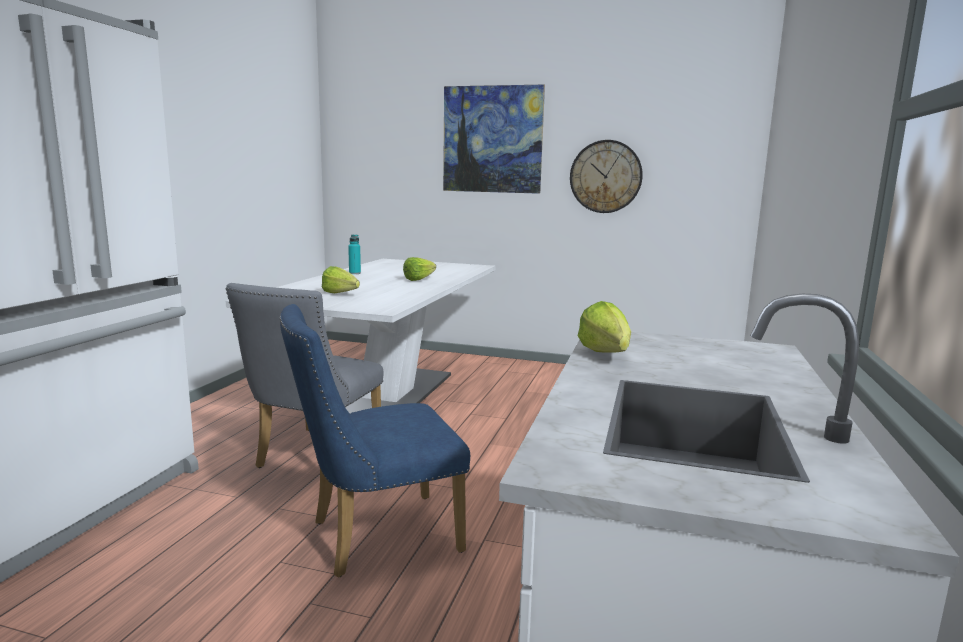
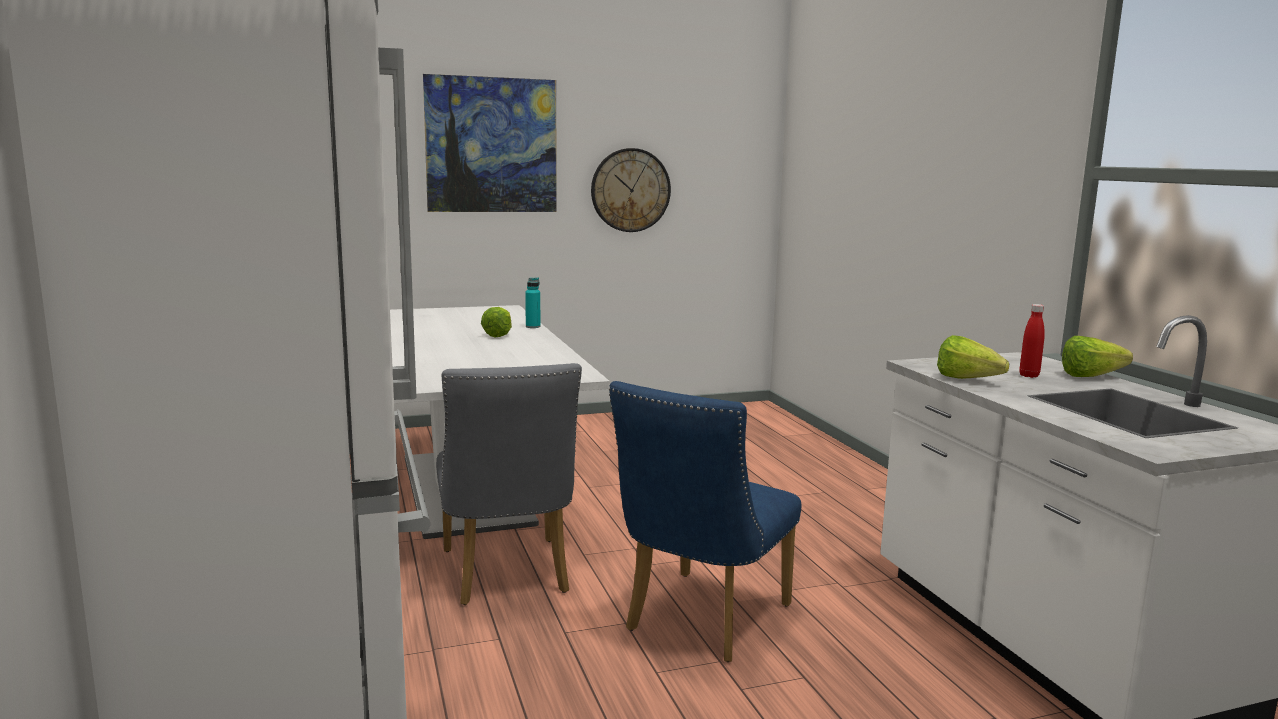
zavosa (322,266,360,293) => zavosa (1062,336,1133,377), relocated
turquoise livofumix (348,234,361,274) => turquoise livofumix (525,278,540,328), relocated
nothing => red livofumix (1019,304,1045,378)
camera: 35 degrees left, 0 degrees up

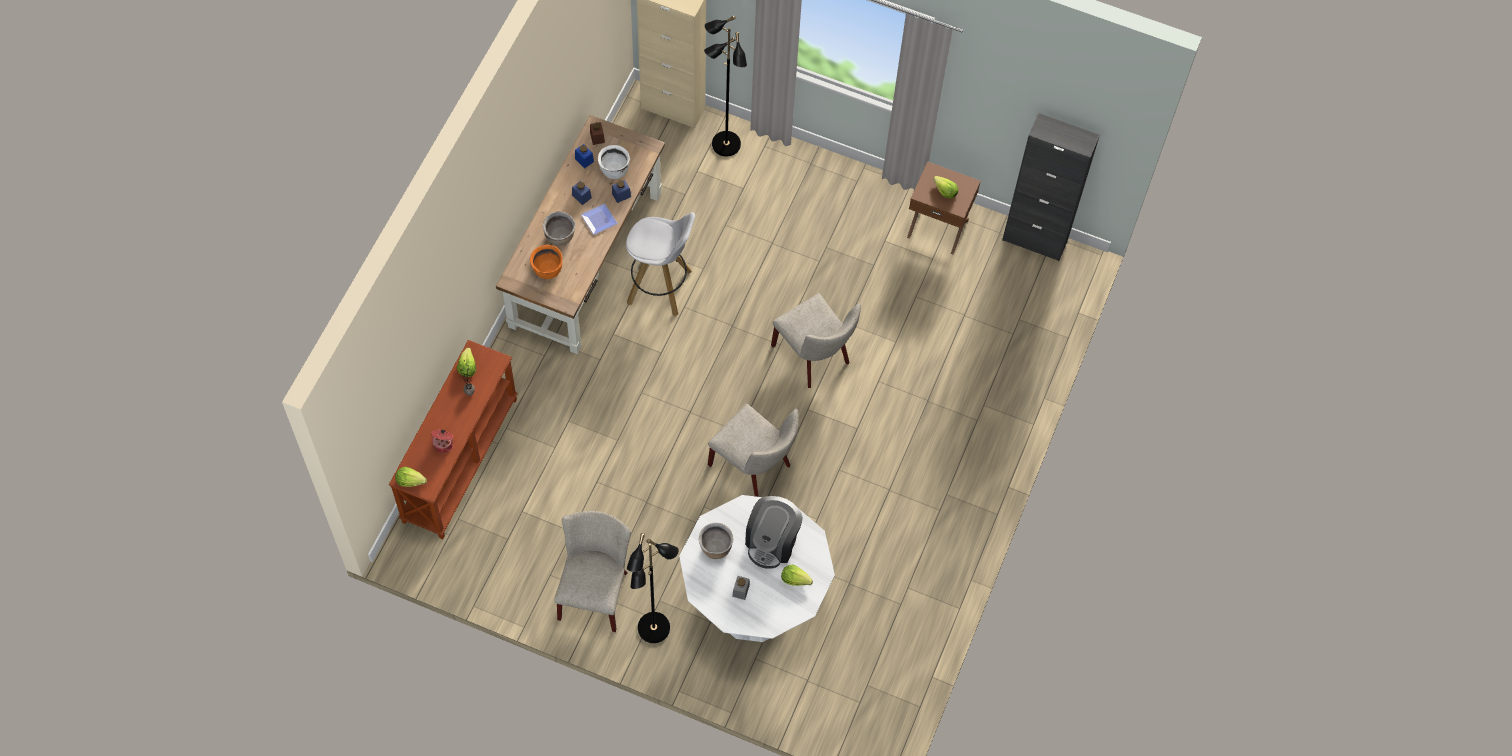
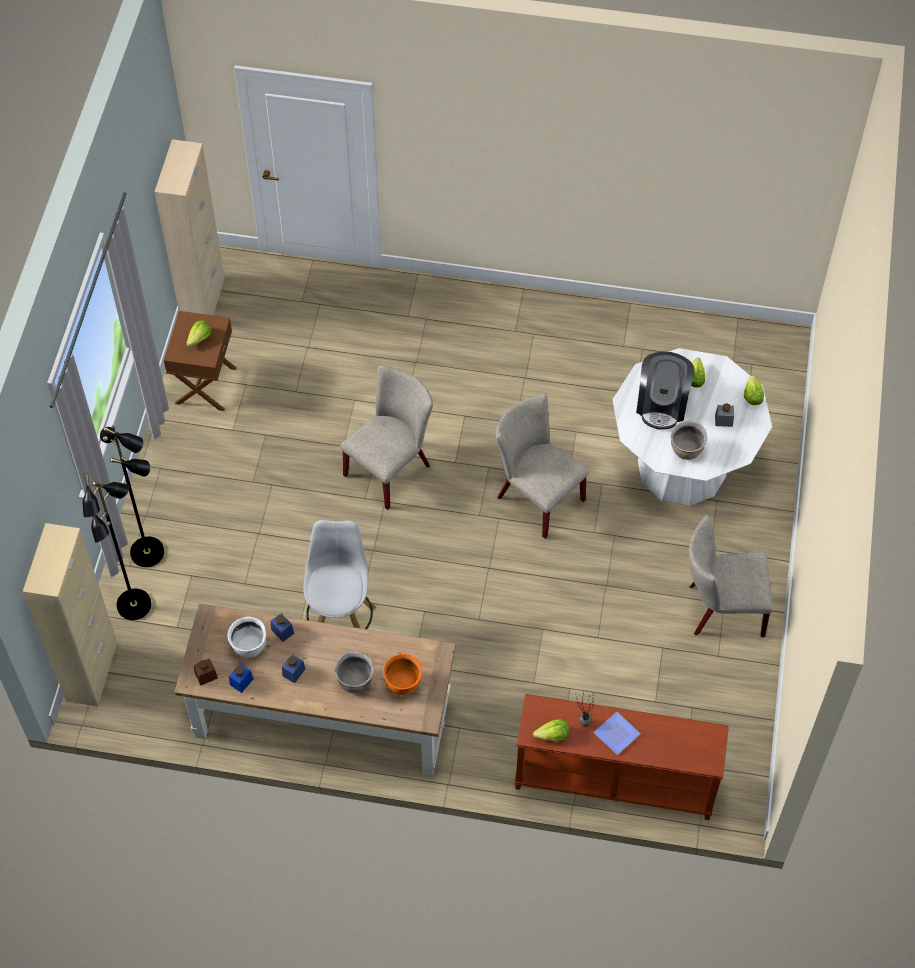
zavosa (395,467,427,487) => zavosa (744,375,764,405), relocated
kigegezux (431,429,454,453) => nothing
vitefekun (581,203,618,235) => vitefekun (594,712,641,755), relocated
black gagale (627,533,679,643) => black gagale (100,425,164,567), relocated
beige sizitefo (708,404,799,497) => beige sizitefo (496,393,589,539), 75 degrees counterclockwise
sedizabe (745,496,803,569) => sedizabe (636,352,694,430), 90 degrees clockwise
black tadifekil (1002,113,1100,261) => beige tadifekil (154,139,225,316)
camera: 100 degrees left, 5 degrees down

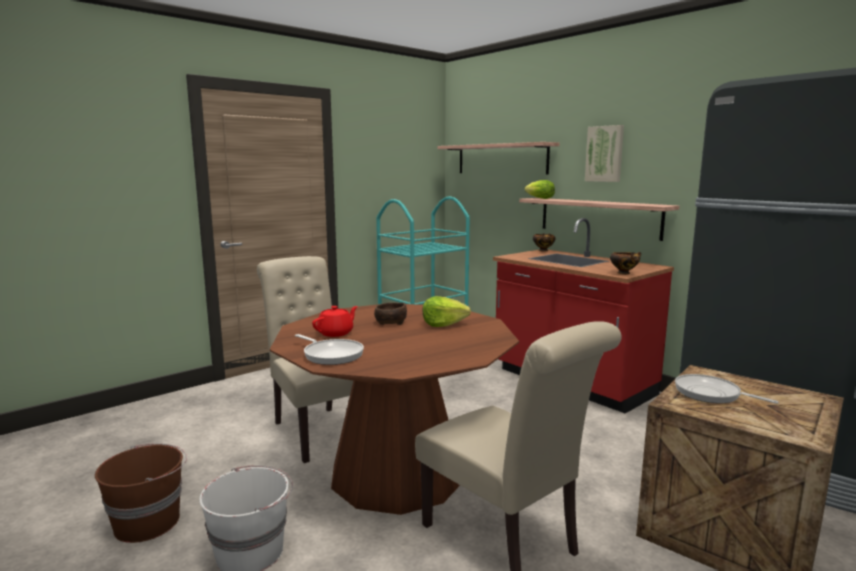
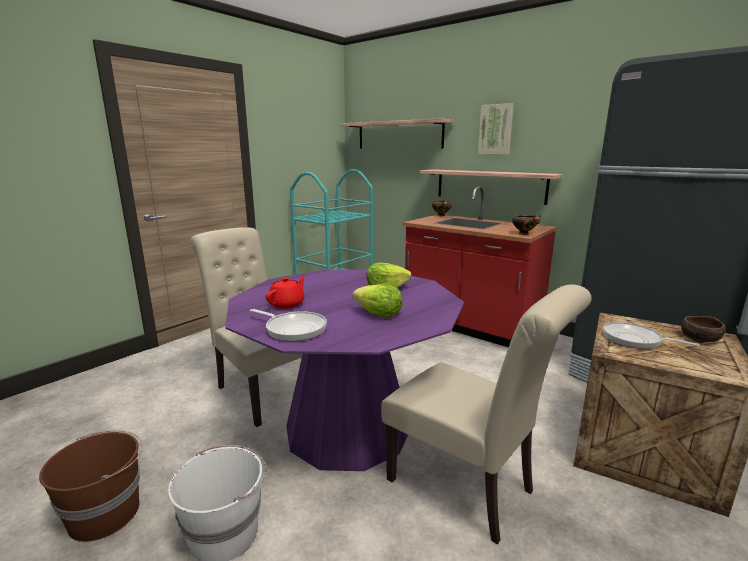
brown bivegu (270,304,519,515) => purple bivegu (225,269,464,471)
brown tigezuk (374,303,407,325) => brown tigezuk (681,316,726,343), relocated
zavosa (525,180,555,199) => zavosa (352,284,402,318), relocated
camera: 10 degrees left, 5 degrees up

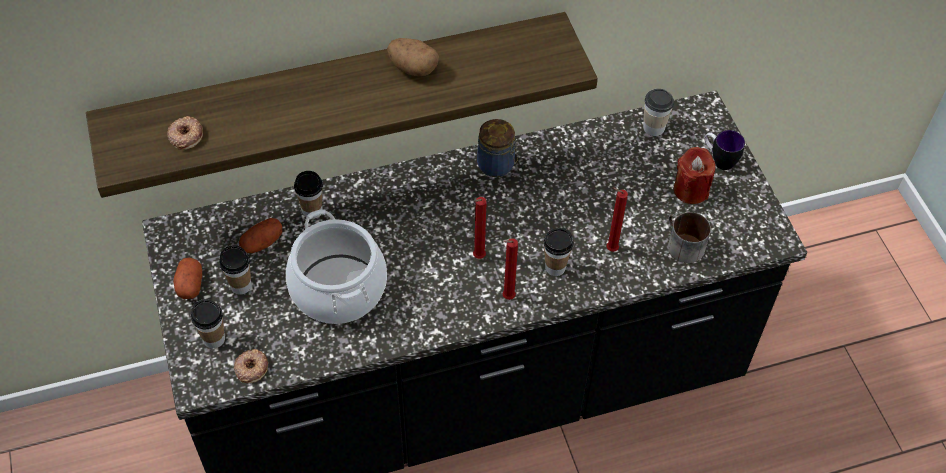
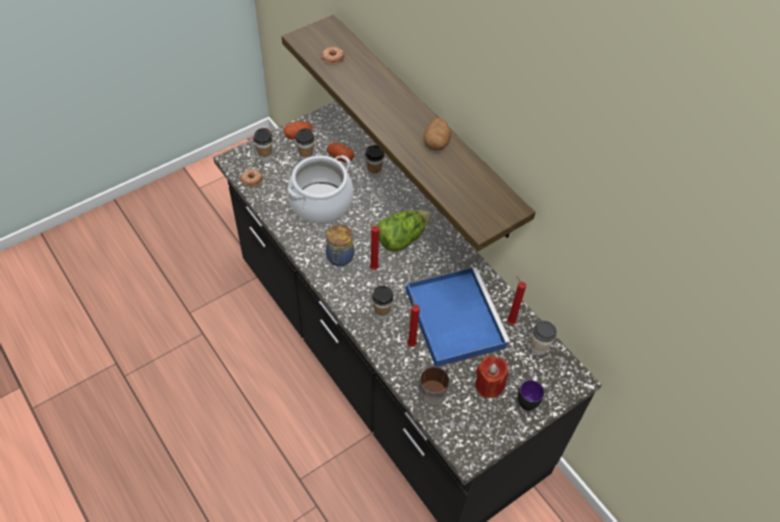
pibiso (477,119,518,177) => pibiso (326,224,354,266), relocated
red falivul (503,238,518,300) => red falivul (507,276,526,324), relocated
nothing => zavosa (377,210,431,251)
nothing => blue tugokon (406,267,511,367)
camera: 70 degrees right, 0 degrees up

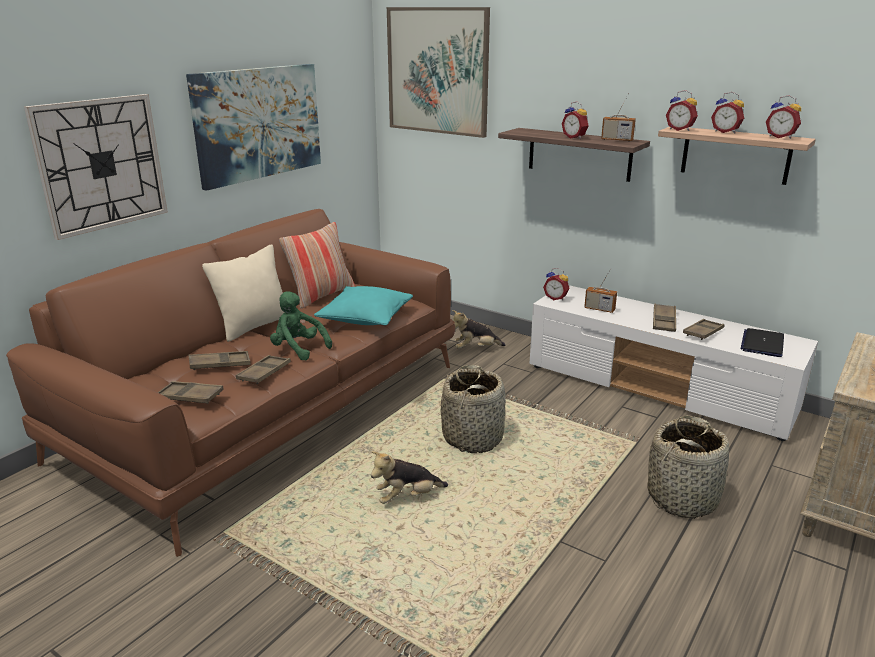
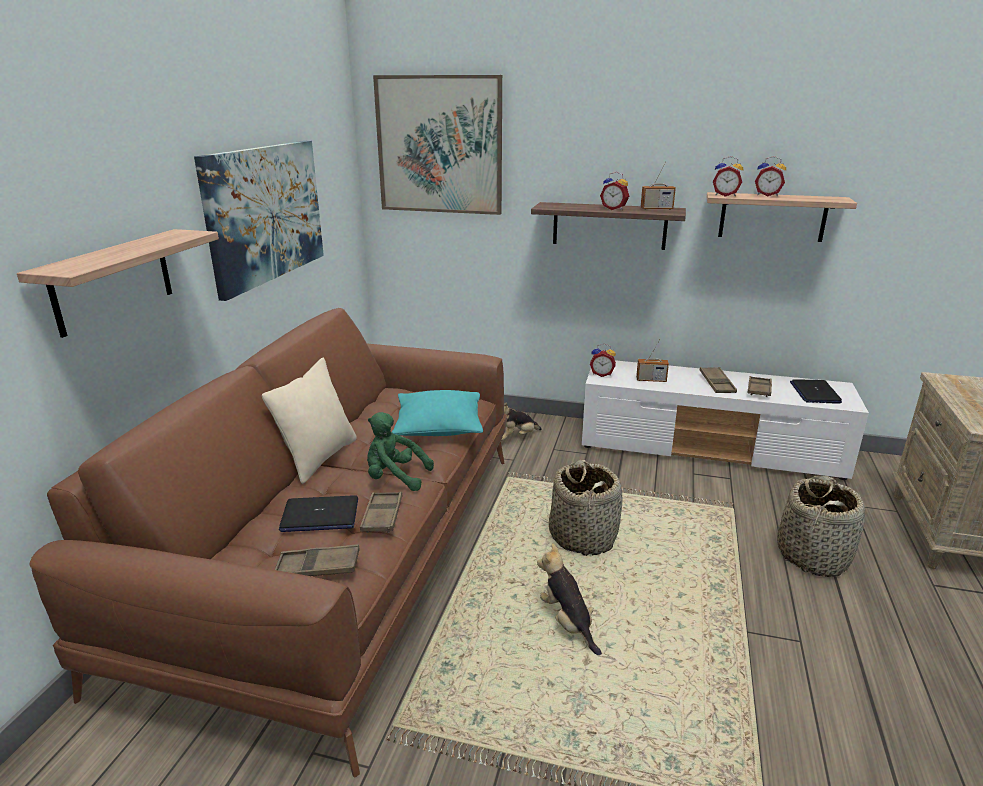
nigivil (24,94,168,240) => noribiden (17,229,219,338)
brown tugokon (189,351,251,370) => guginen (279,496,358,532)
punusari (279,222,355,309) => nothing
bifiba (371,451,448,504) => bifiba (537,543,602,655), 105 degrees clockwise
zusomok (766,95,801,139) => nothing
camera: 20 degrees left, 0 degrees up

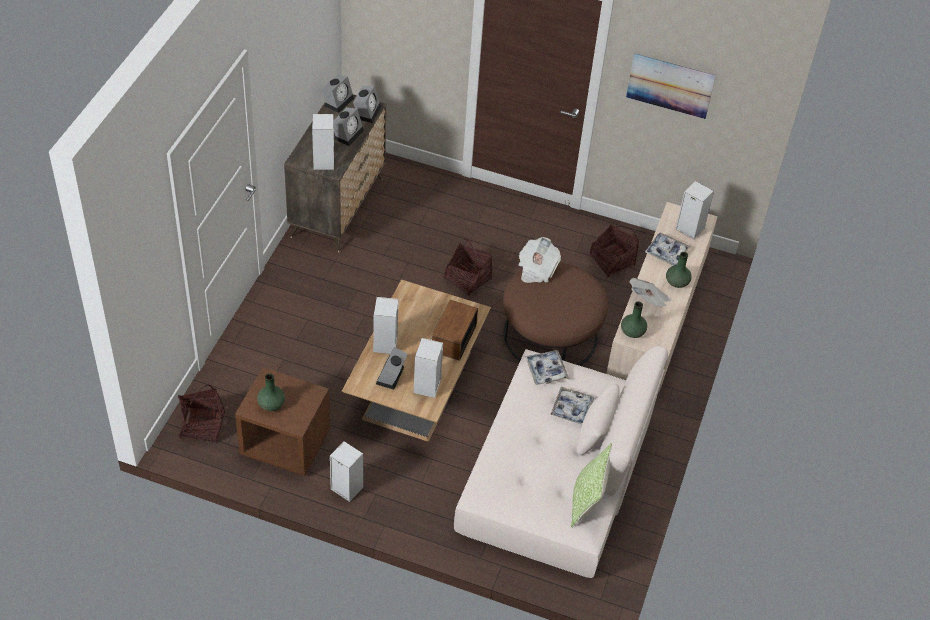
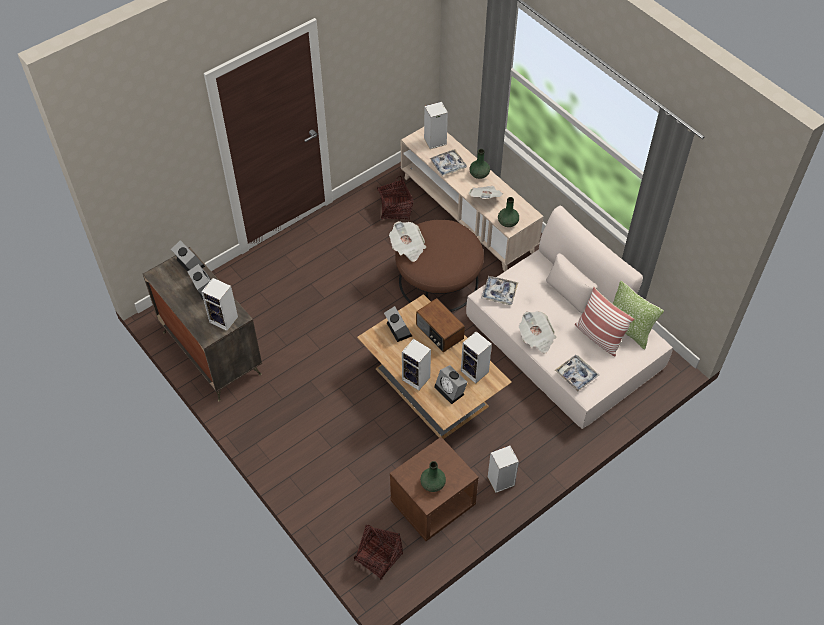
zusomok (322,75,354,113) => zusomok (384,306,412,342), relocated
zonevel (444,238,492,296) => nothing
tugokon (550,386,594,424) => tugokon (555,355,599,392), relocated
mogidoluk (626,53,716,119) => nothing
nothing => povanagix (519,311,556,354)
nothing => punusari (575,287,634,356)
camera: 55 degrees left, 5 degrees up

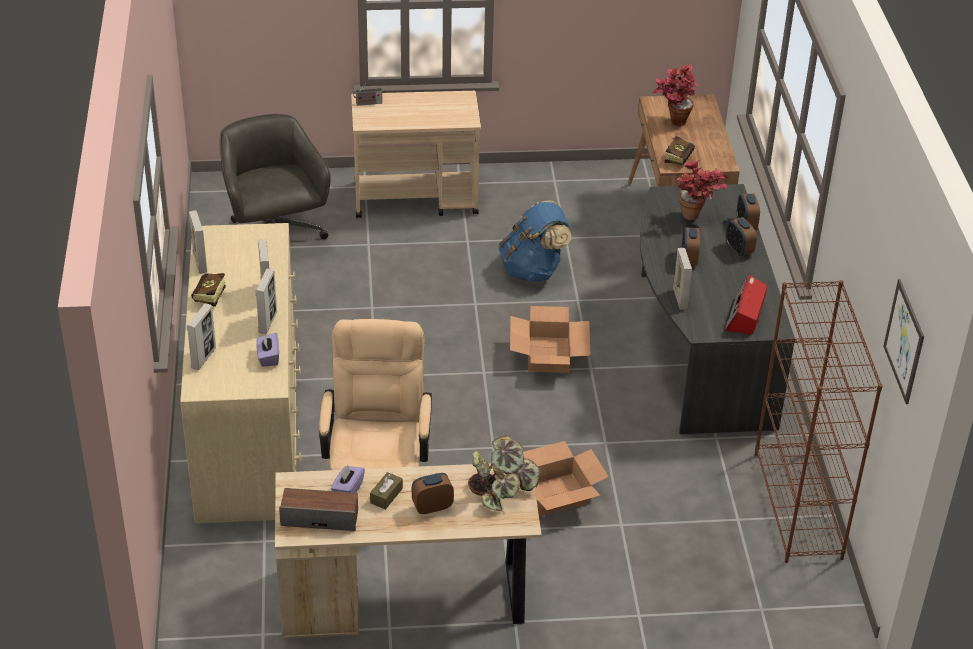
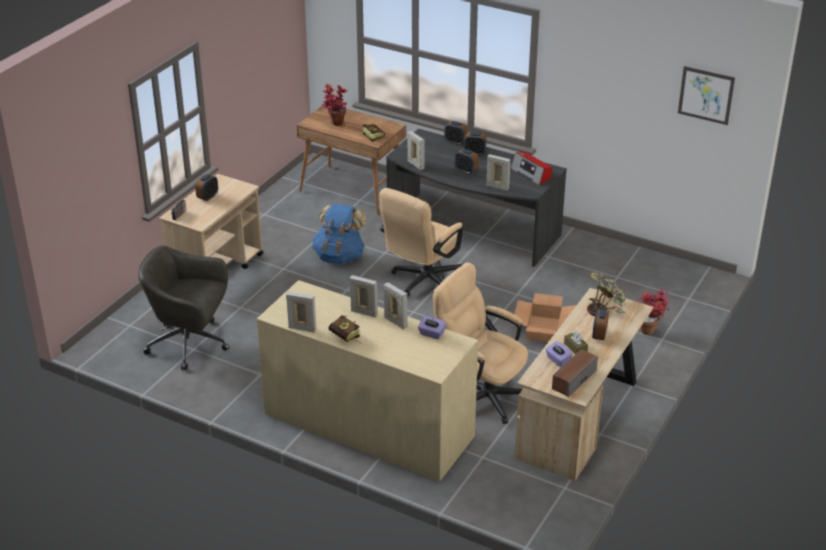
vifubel (187,303,216,370) => vifubel (407,131,425,170), relocated
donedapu (510,306,590,373) => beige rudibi (379,188,463,297)
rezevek (677,160,727,220) => rezevek (637,290,669,335), relocated
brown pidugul (755,280,883,563) => nothing
nothing => zusomok (195,174,218,201)
camera: 55 degrees left, 5 degrees down

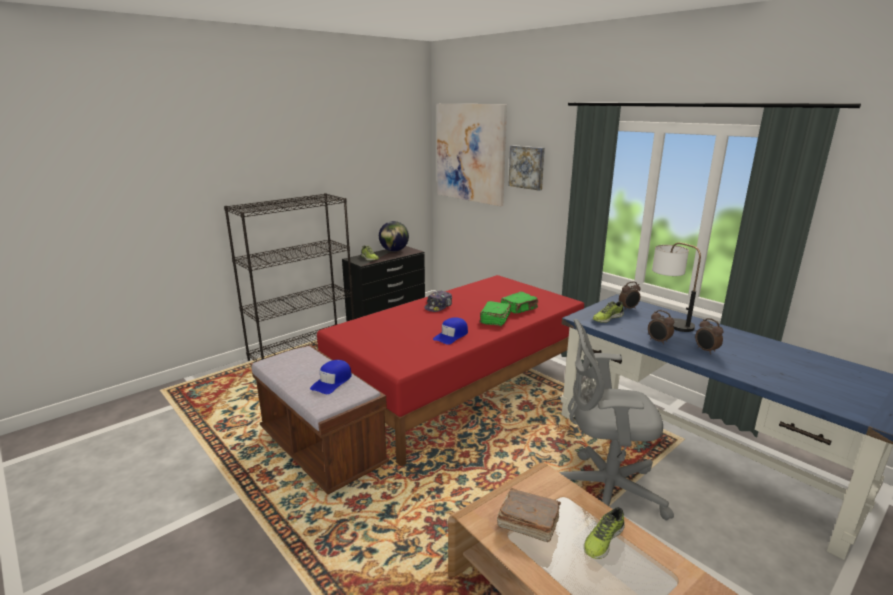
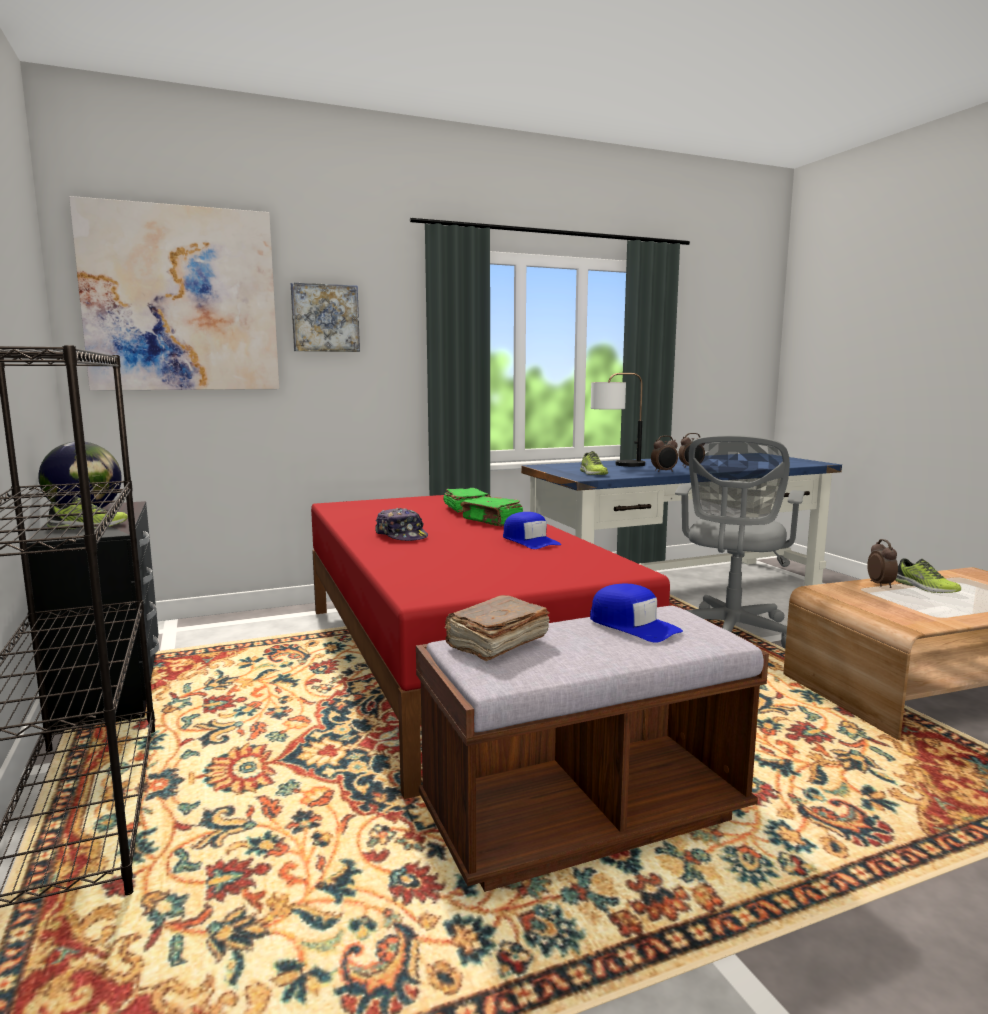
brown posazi (497,488,561,542) => brown posazi (445,595,550,661), relocated
zusomok (619,281,641,310) => zusomok (867,539,898,588), relocated
camera: 70 degrees left, 10 degrees down

